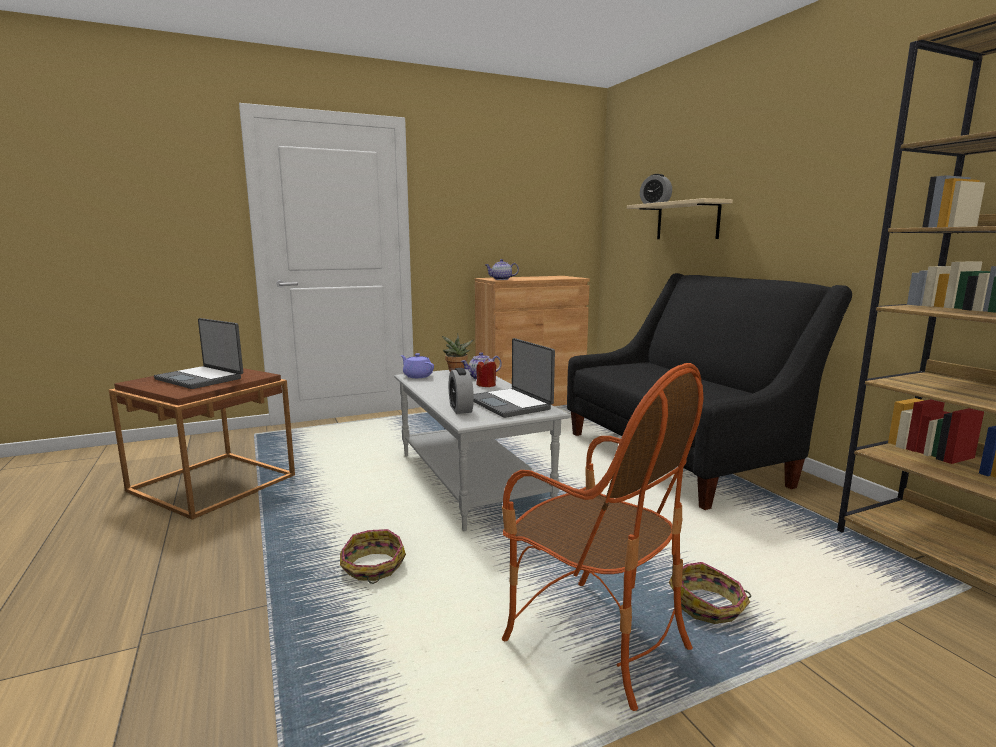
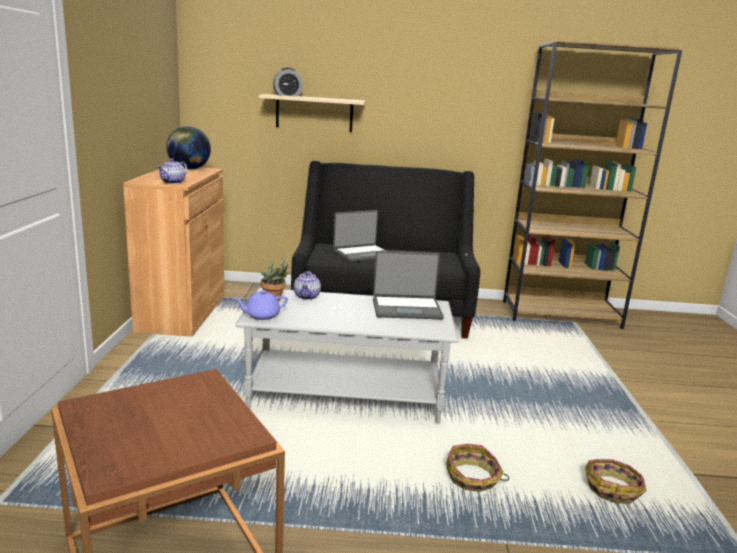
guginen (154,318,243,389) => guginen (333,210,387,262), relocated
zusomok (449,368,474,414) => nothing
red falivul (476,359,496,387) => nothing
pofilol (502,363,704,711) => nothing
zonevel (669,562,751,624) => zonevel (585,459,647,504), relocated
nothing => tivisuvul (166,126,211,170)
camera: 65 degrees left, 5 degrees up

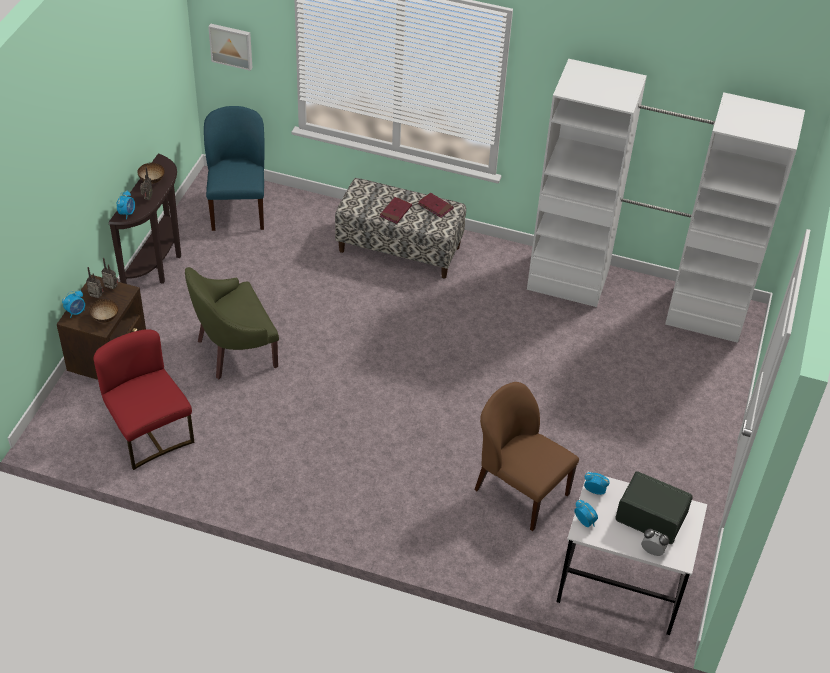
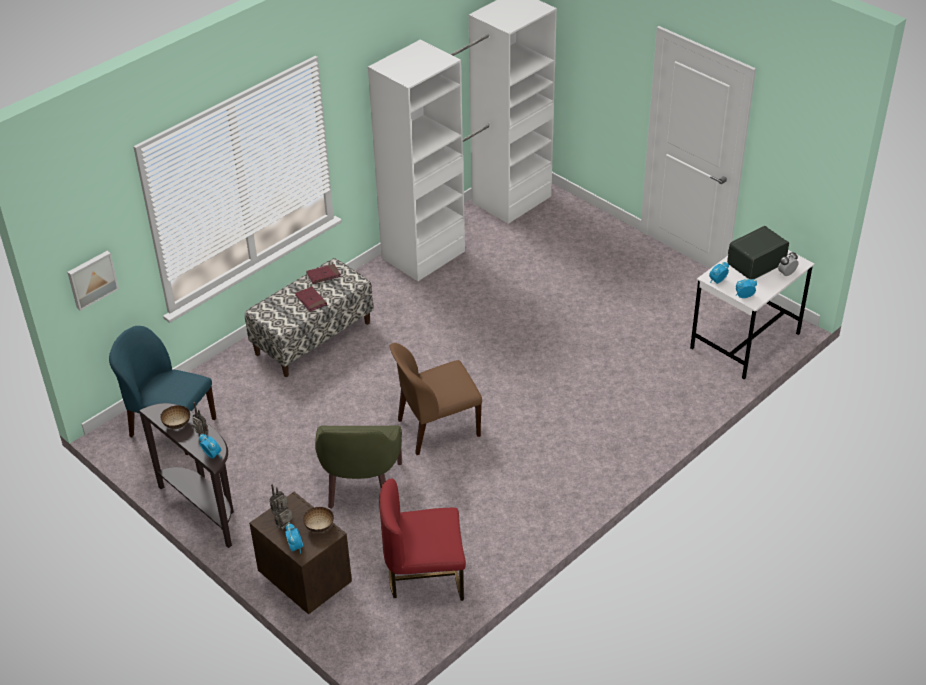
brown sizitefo (474,382,579,531) => brown sizitefo (390,343,482,455), relocated
camera: 60 degrees left, 5 degrees down

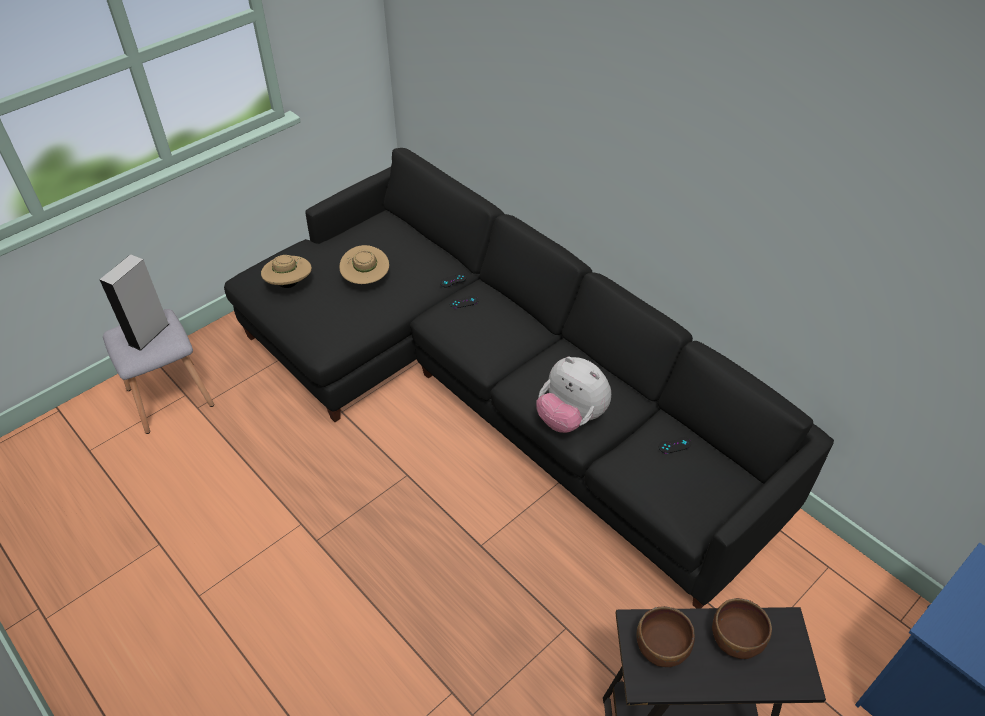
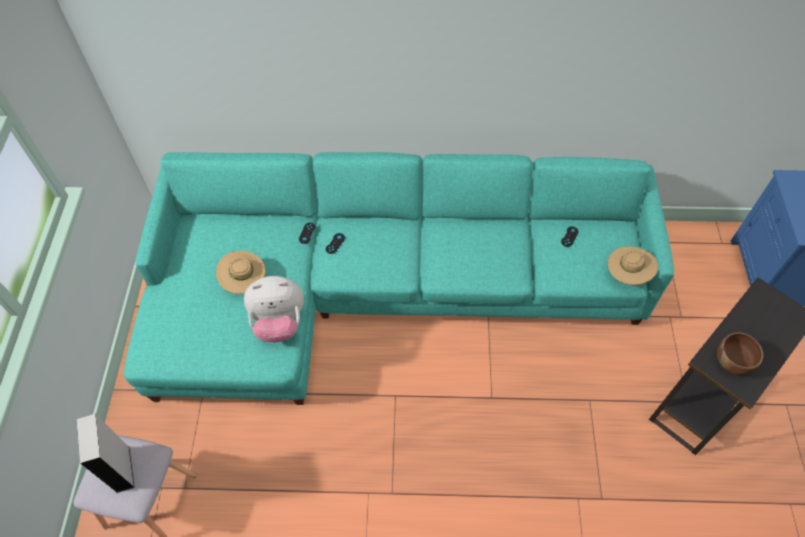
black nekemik (224,148,834,609) => turquoise nekemik (123,152,674,405)
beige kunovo (261,255,312,288) => beige kunovo (608,246,658,285), relocated
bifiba (536,357,611,433) => bifiba (244,276,304,342), relocated
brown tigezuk (712,598,772,659) => nothing
camera: 45 degrees left, 10 degrees up

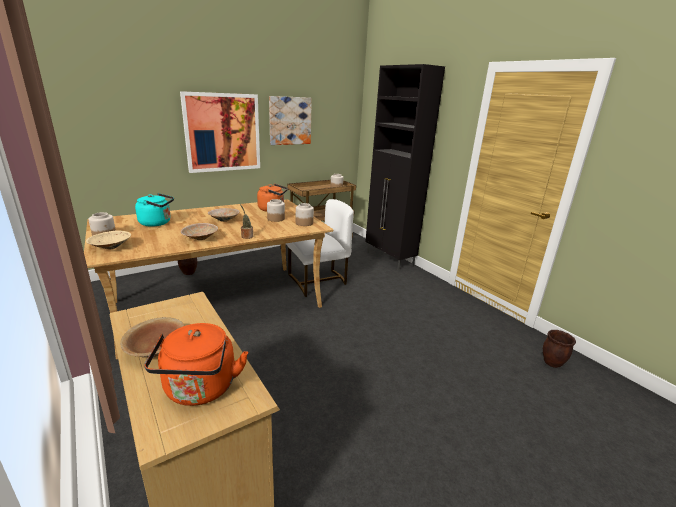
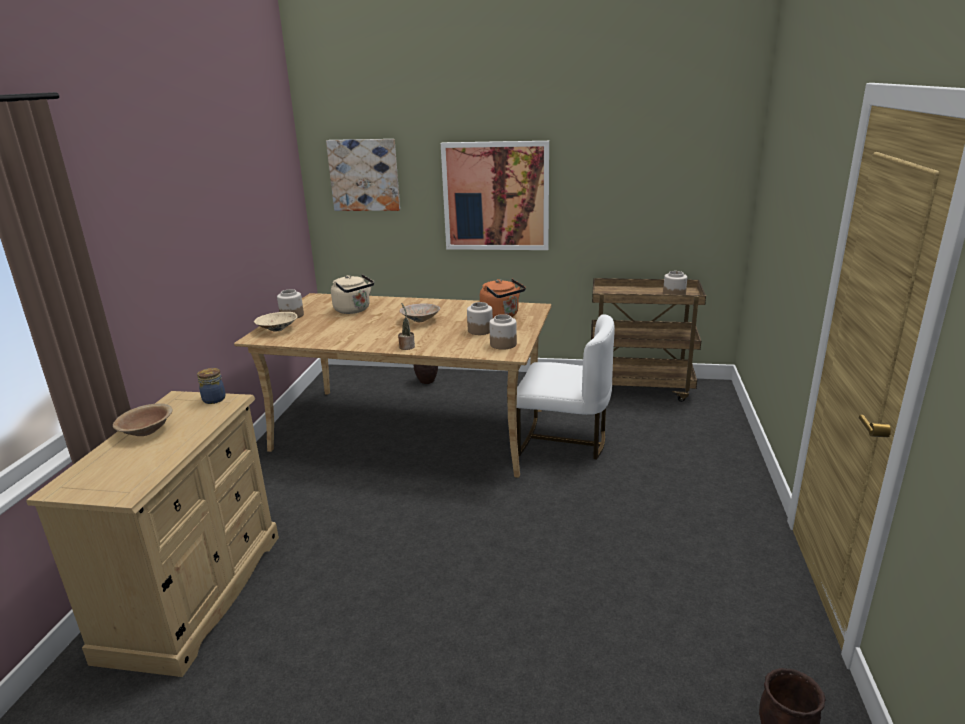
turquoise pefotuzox (135,193,174,227) => beige pefotuzox (331,274,374,314)
orange pefotuzox (144,323,248,406) => nothing
beige tigezuk (180,223,218,240) => nothing
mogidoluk (269,96,312,145) => mogidoluk (326,139,400,211), relocated
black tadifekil (365,64,445,271) => nothing
nothing => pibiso (197,368,226,404)
camera: 45 degrees right, 0 degrees up

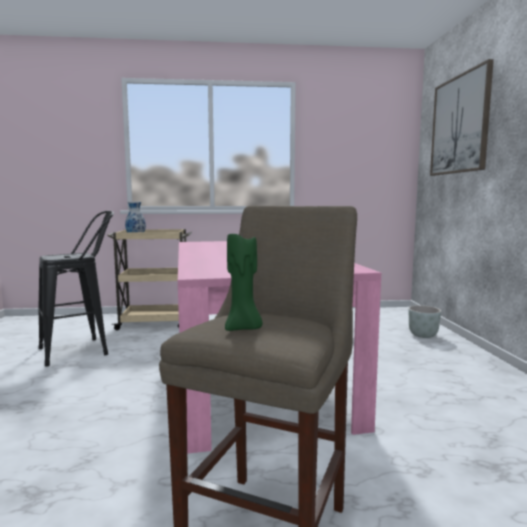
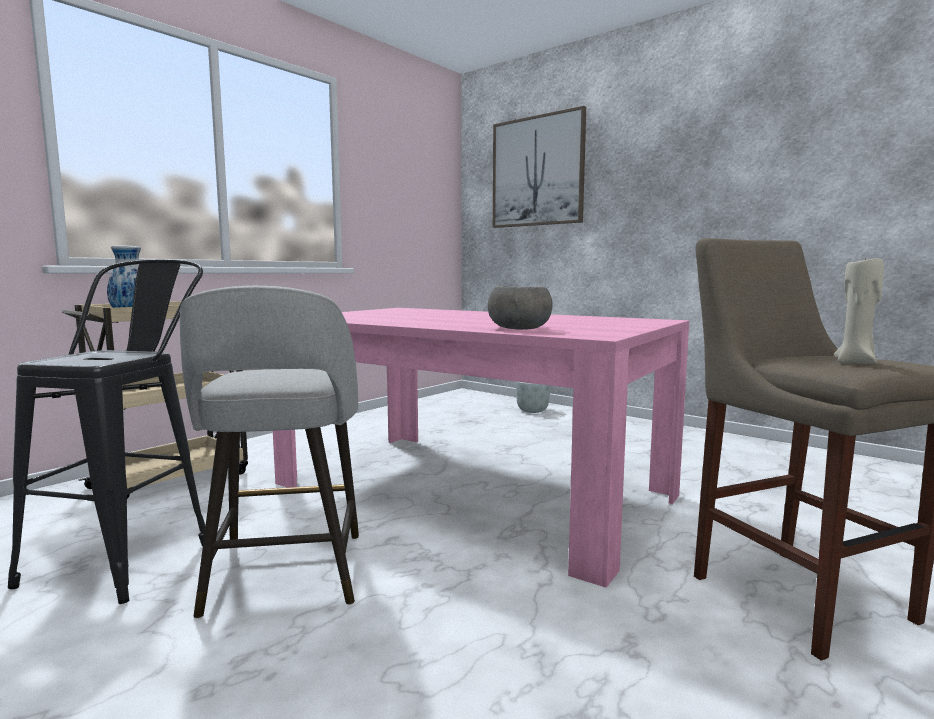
green falivul (225,234,262,331) => beige falivul (834,257,884,364)
nothing => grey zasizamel (180,286,359,618)
nothing => grey tigezuk (488,286,553,330)
camera: 45 degrees left, 0 degrees up

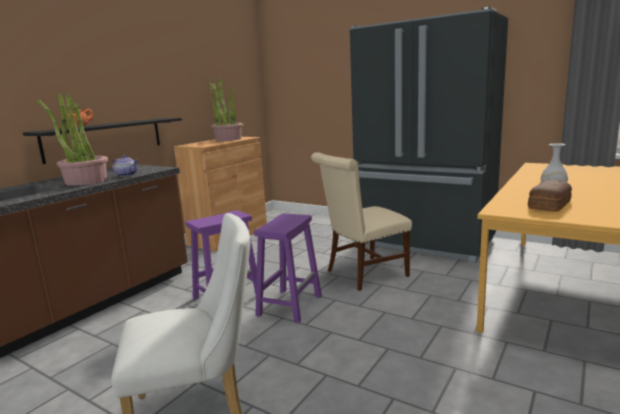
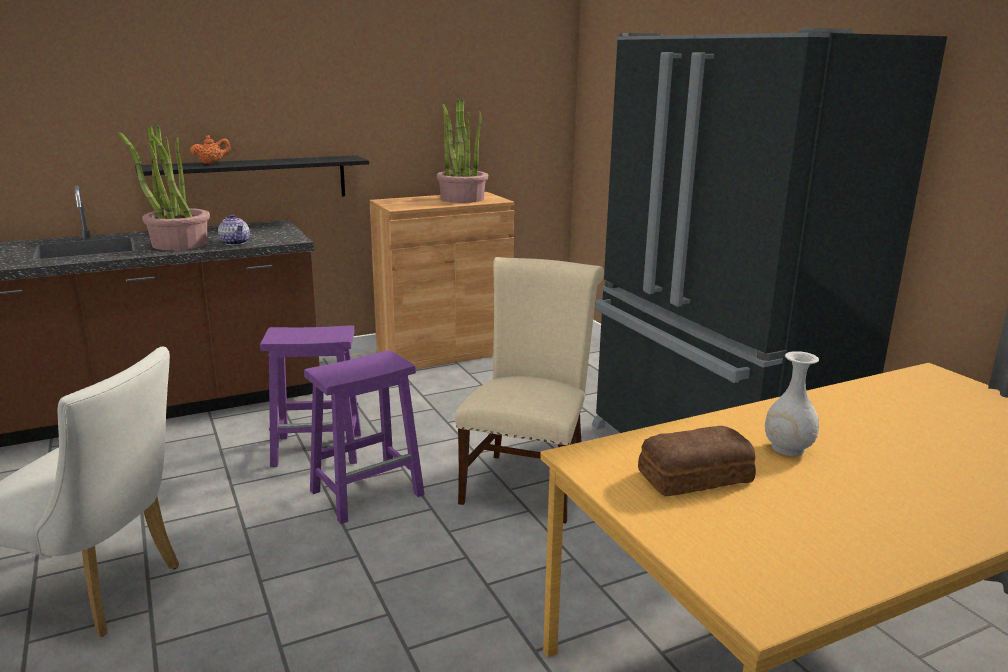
beige sizitefo (311,152,412,291) => beige sizitefo (455,257,604,523), 105 degrees clockwise
camera: 30 degrees right, 5 degrees up

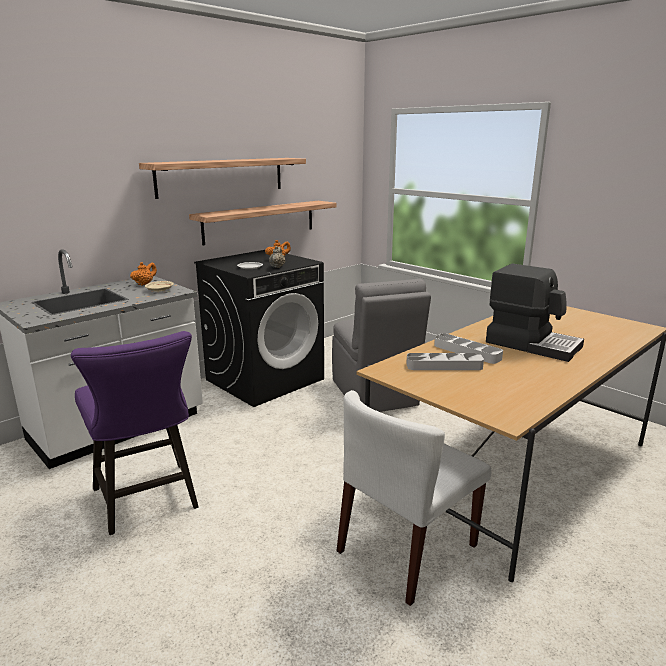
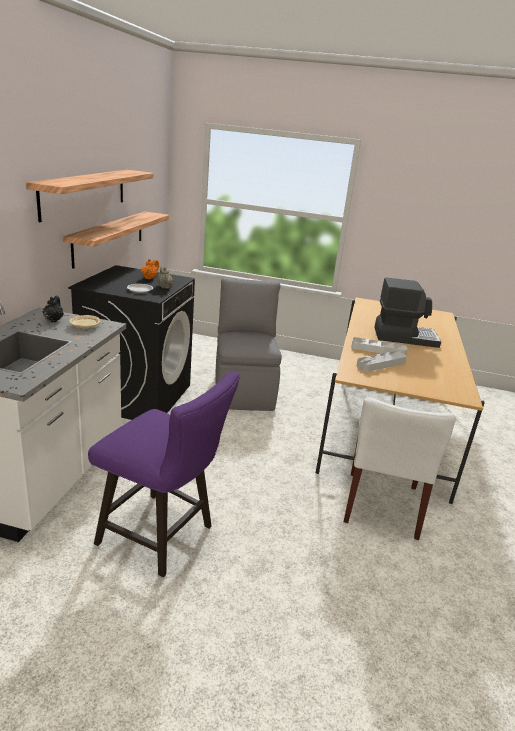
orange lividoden (130,262,157,286) => black lividoden (43,296,64,323)
grey sizitefo (332,279,431,412) => grey sizitefo (215,278,282,411), 135 degrees counterclockwise
camera: 35 degrees left, 5 degrees up

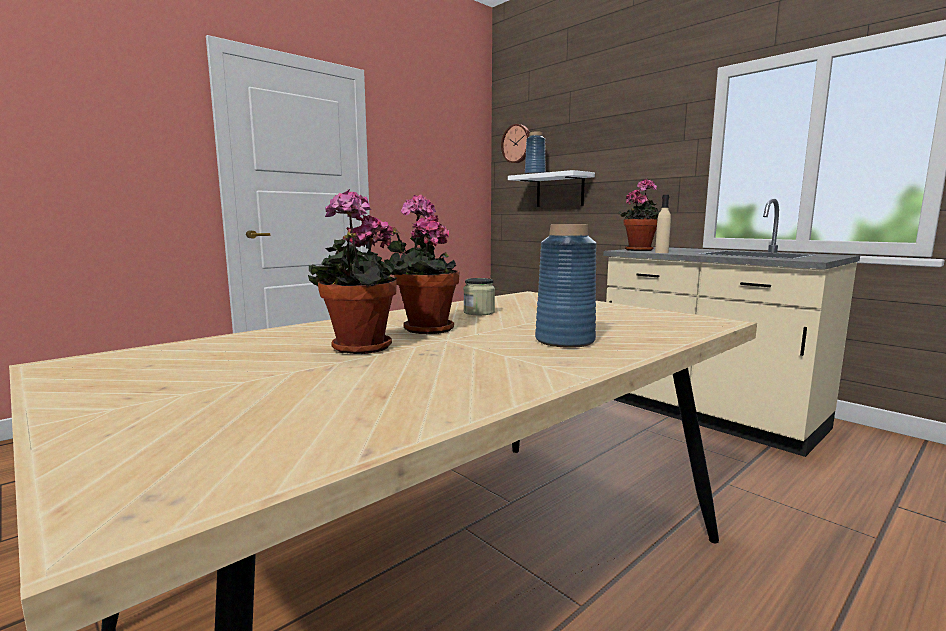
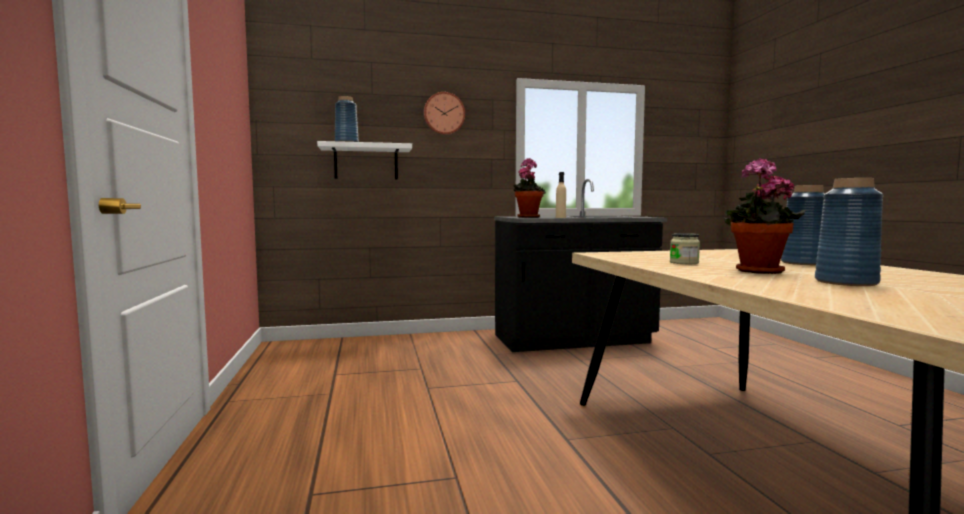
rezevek (308,189,408,354) => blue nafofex (815,178,883,286)
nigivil (501,124,530,163) => nigivil (424,92,465,135), relocated
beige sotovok (603,198,860,457) => black sotovok (494,179,667,352)
camera: 60 degrees left, 5 degrees down

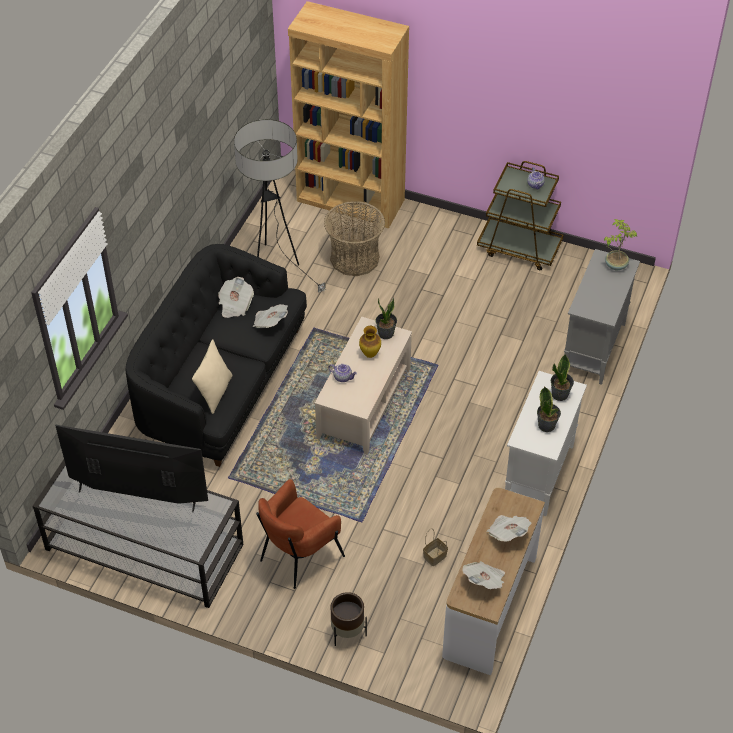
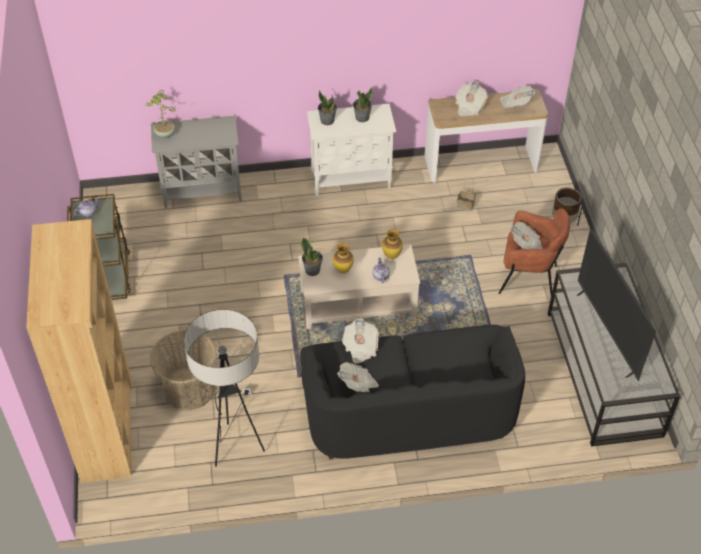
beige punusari (192,340,232,414) => nothing
nothing => nafofex (382,229,403,259)
nothing => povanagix (510,222,543,249)
camera: 120 degrees left, 0 degrees up

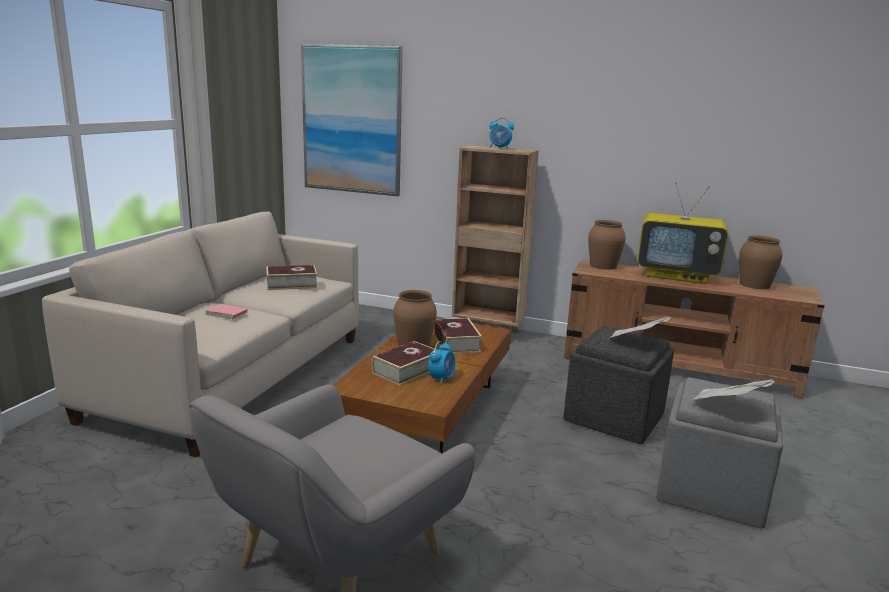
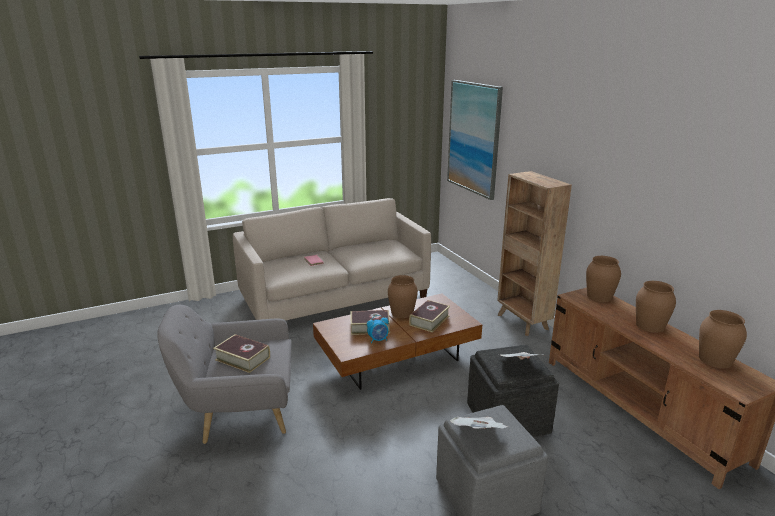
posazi (266,265,317,290) => posazi (213,334,270,373), relocated
zusomok (490,118,514,149) => nothing
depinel (637,183,729,284) => brown nafofex (636,281,676,333)
camera: 45 degrees right, 5 degrees up

